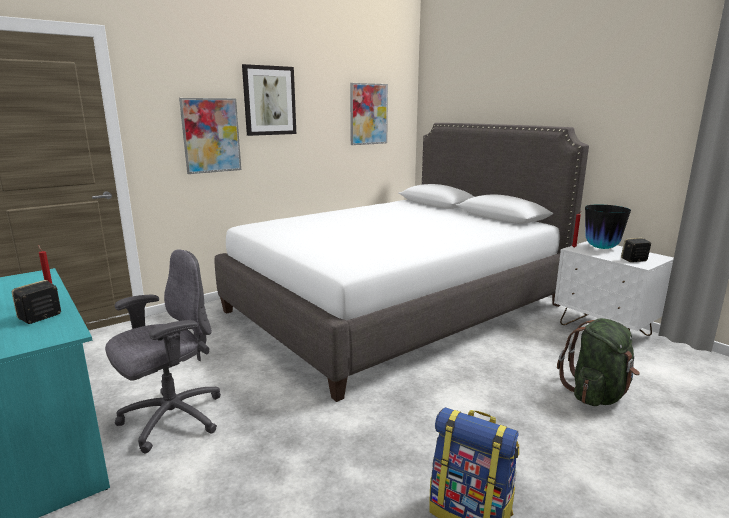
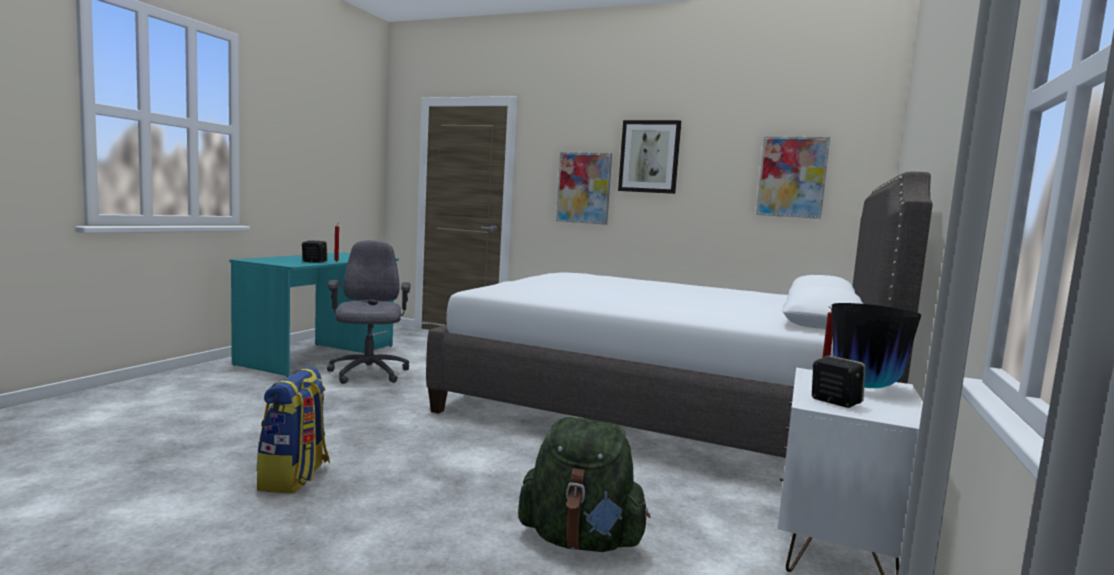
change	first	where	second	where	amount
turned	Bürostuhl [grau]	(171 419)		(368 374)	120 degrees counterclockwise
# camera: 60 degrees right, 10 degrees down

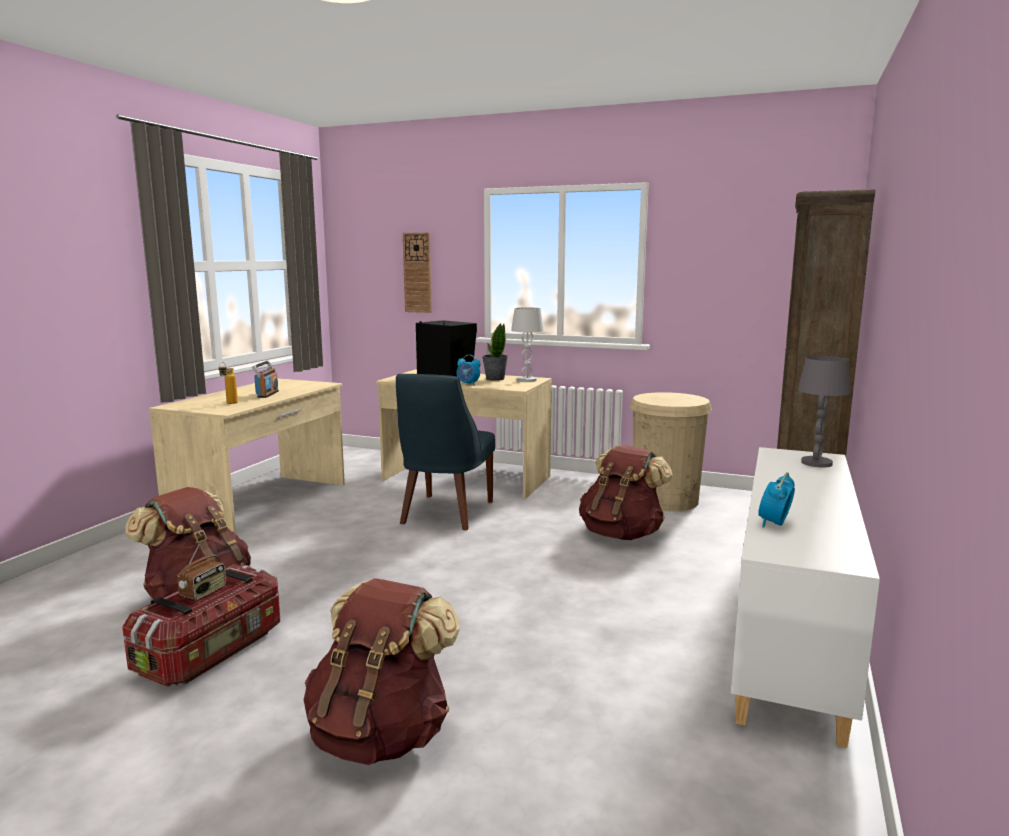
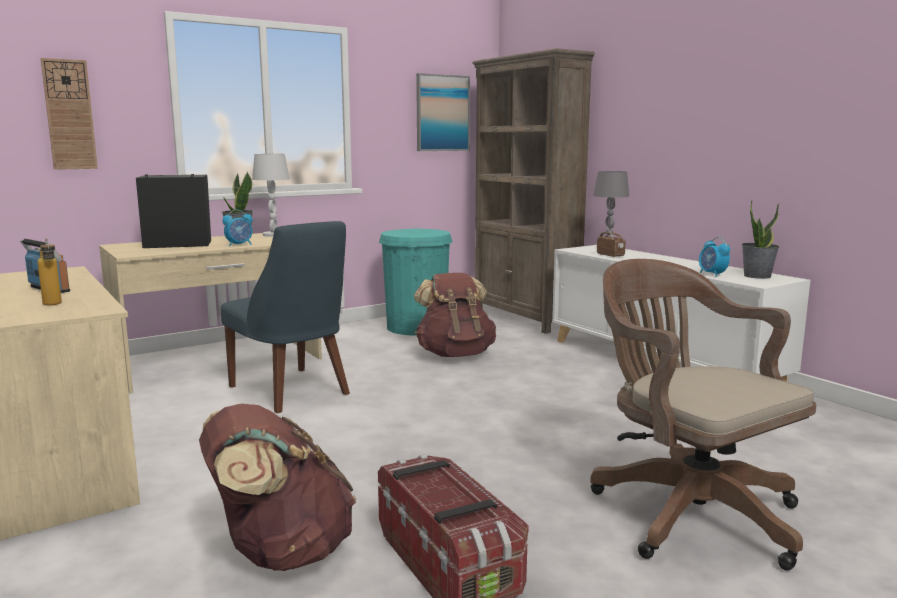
change	first	where	second	where	amount
recoloured	Mülleimer [beige]	(665 500)	Mülleimer [türkis]	(416 327)	
moved	Radio	(204 592)		(610 255)	
replaced	Rucksack [braun]	(381 735)	Bürostuhl [braun]	(687 510)	
added			Bild	(442 113)	
added			Topfpflanze	(757 276)	
# camera: 55 degrees left, 0 degrees up

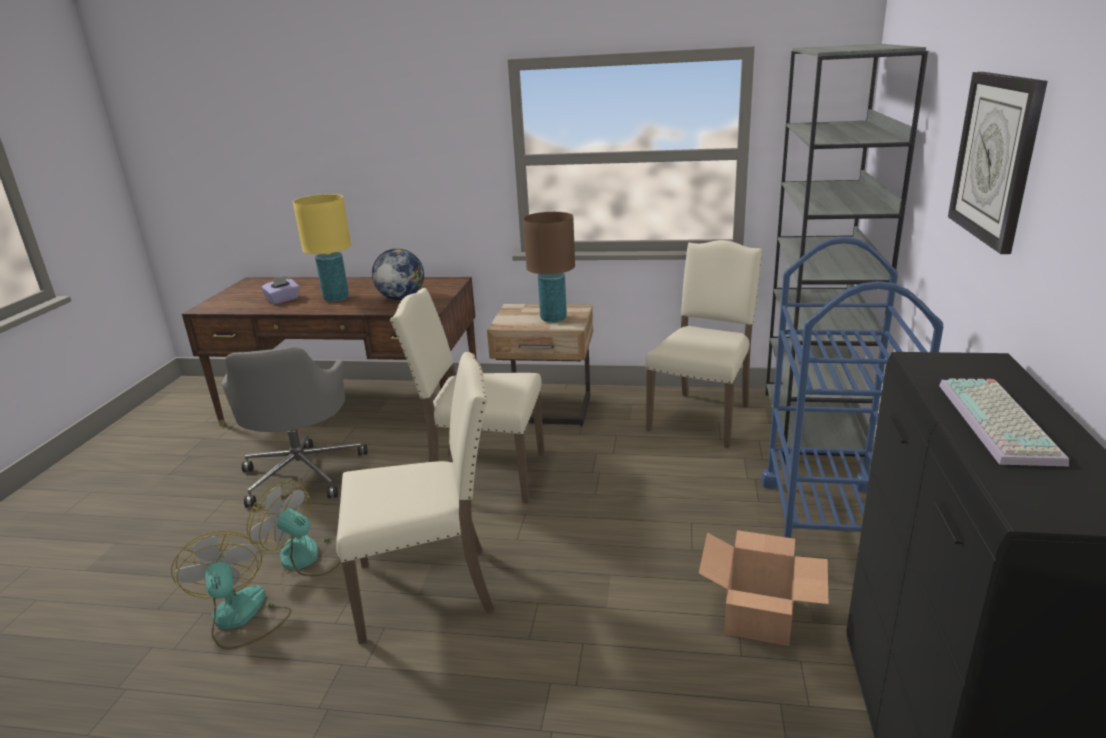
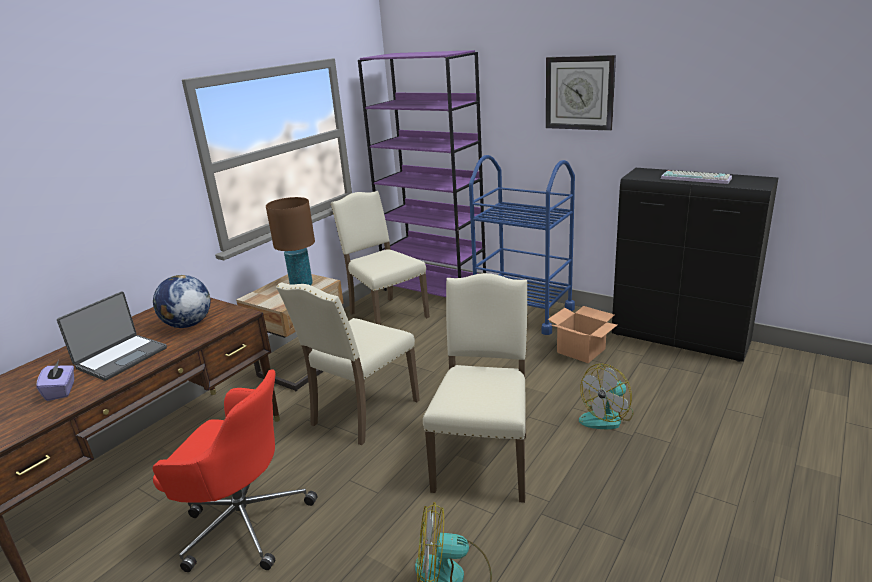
change	first	where	second	where	amount
recoloured	Bücherregal [grau]	(812 428)	Bücherregal [lila]	(435 289)	
replaced	Tischlampe [gelb]	(336 298)	Laptop	(121 358)	
recoloured	Bürostuhl [grau]	(303 473)	Bürostuhl [rot]	(243 521)	
moved	Ventilator	(308 557)		(607 417)	
# camera: 65 degrees left, 0 degrees up

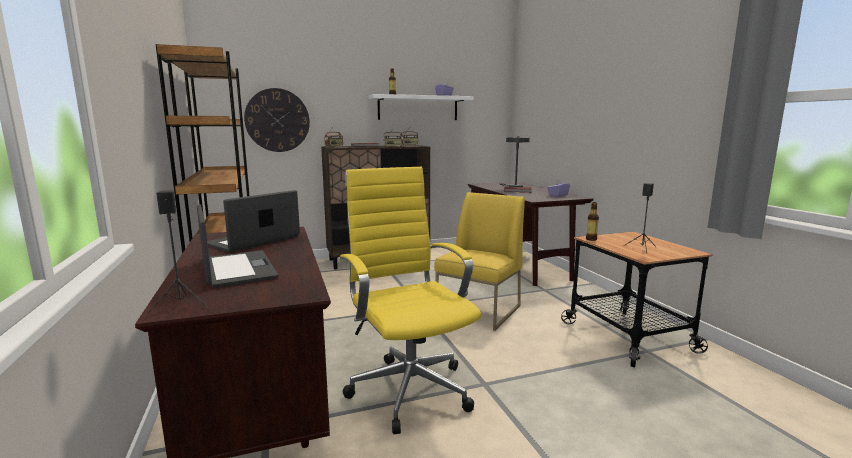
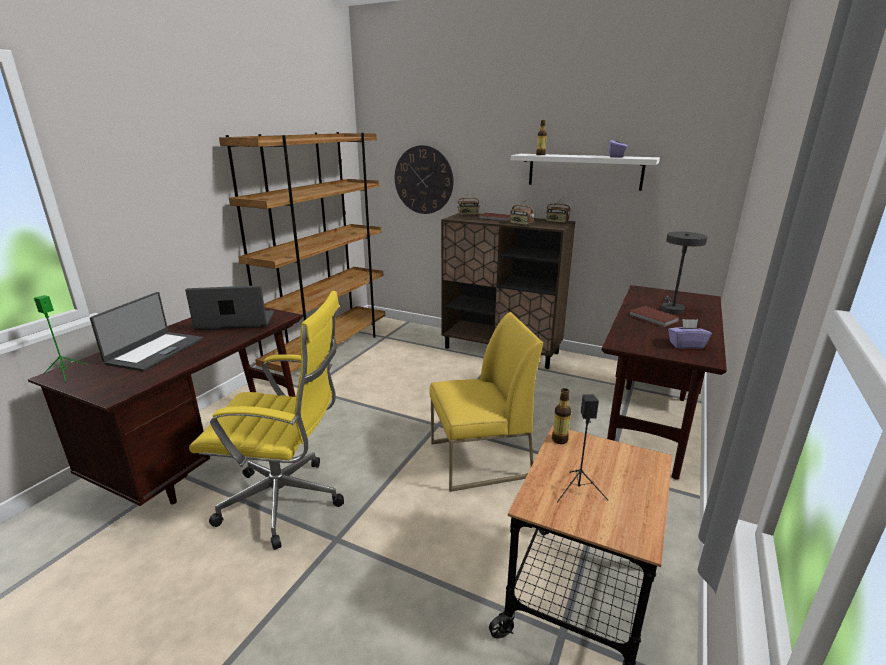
change	first	where	second	where	amount
turned	Bürostuhl [gelb]	(408 388)		(287 502)	75 degrees clockwise
recoloured	Lautsprecher [schwarz]	(181 305)	Lautsprecher [grün]	(66 373)	
# camera: 45 degrees right, 10 degrees up

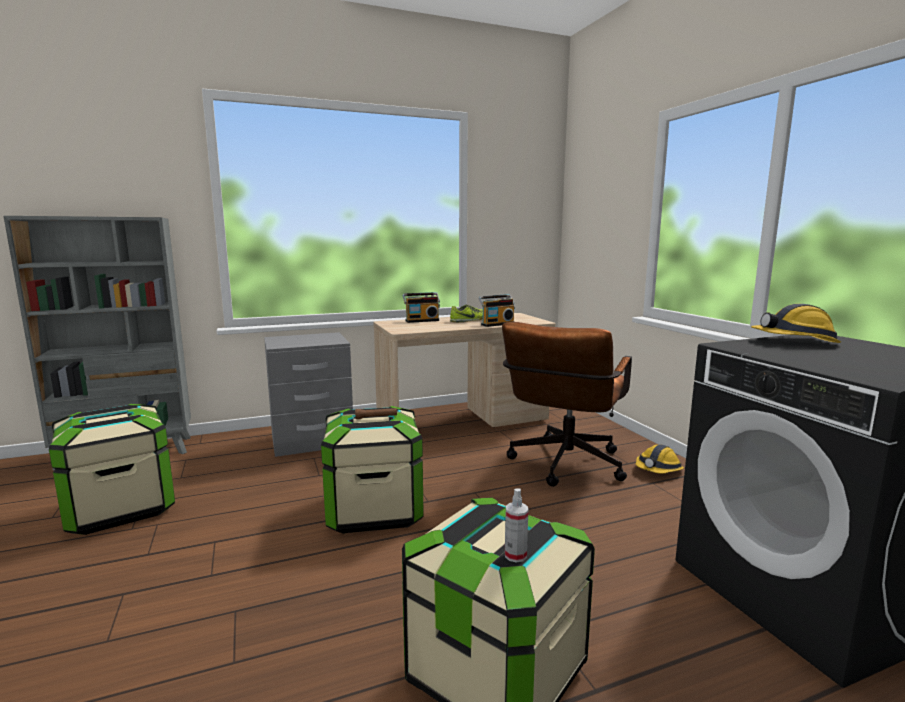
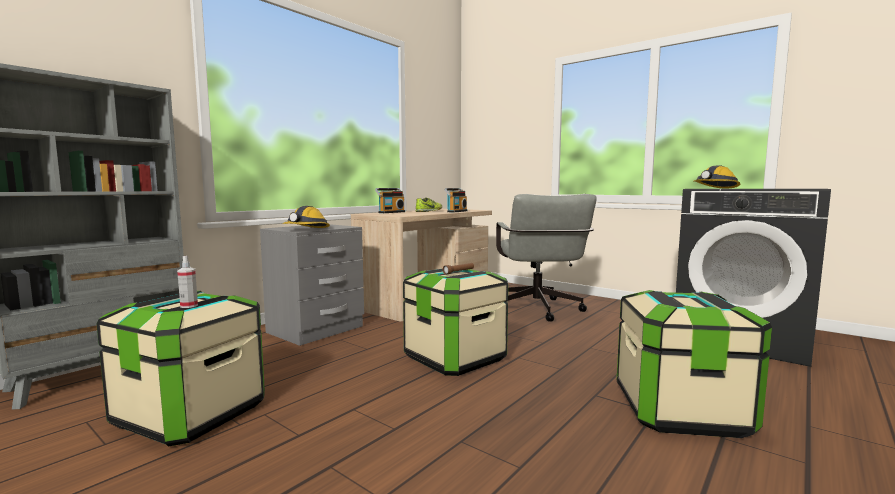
change	first	where	second	where	amount
recoloured	Bürostuhl [braun]	(563 467)	Bürostuhl [grau]	(539 311)	
moved	Schutzhelm	(658 470)		(306 229)	
moved	Sprühflasche	(515 555)		(189 306)	
# camera: 30 degrees left, 5 degrees down

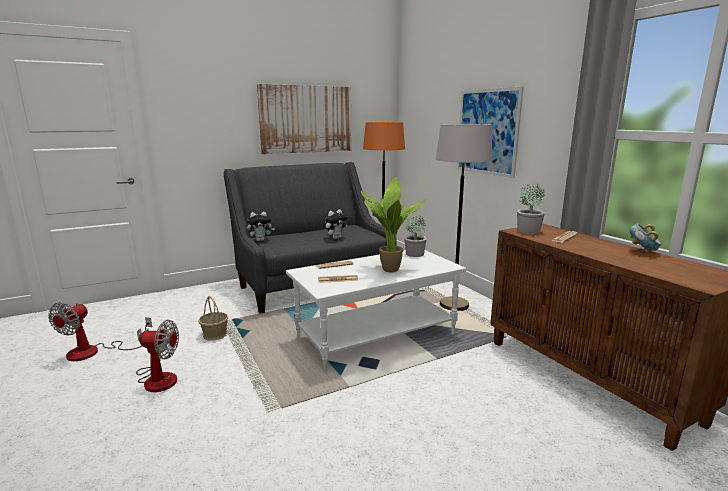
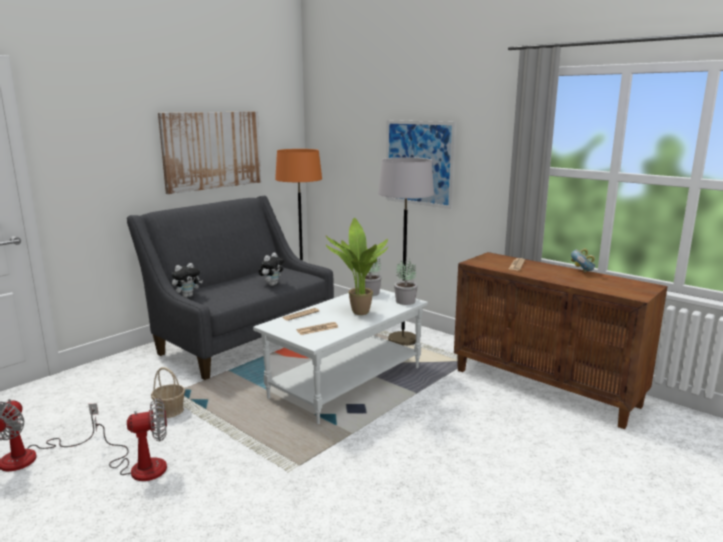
change	first	where	second	where	amount
moved	Topfpflanze	(528 231)		(405 301)	
# camera: 20 degrees left, 0 degrees up

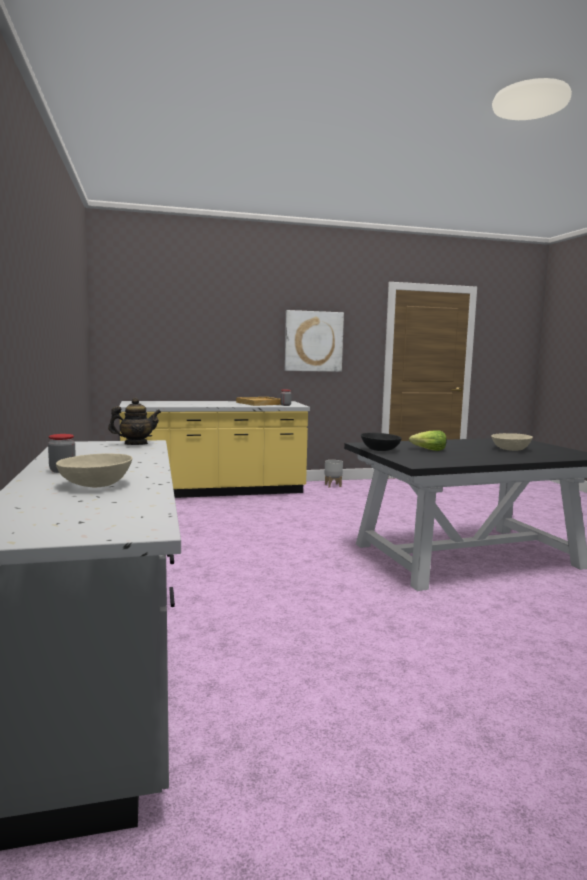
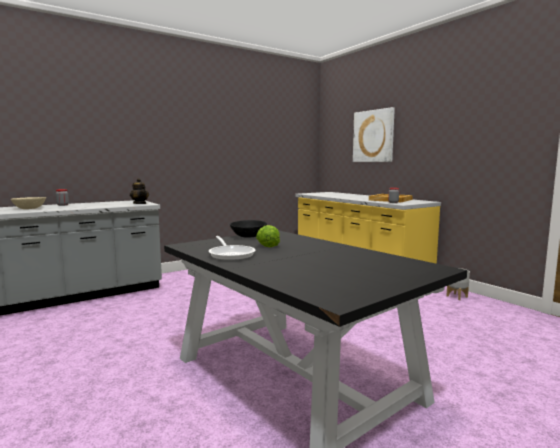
change	first	where	second	where	amount
moved	Bild	(313 341)		(373 136)	
removed	Schüssel [beige]	(510 449)			
added			Pfanne	(231 254)	
# camera: 70 degrees right, 0 degrees up

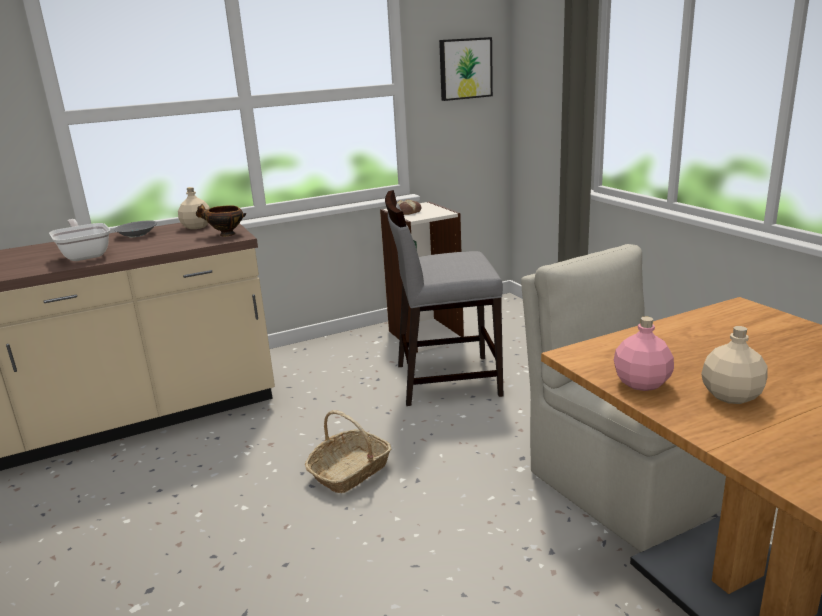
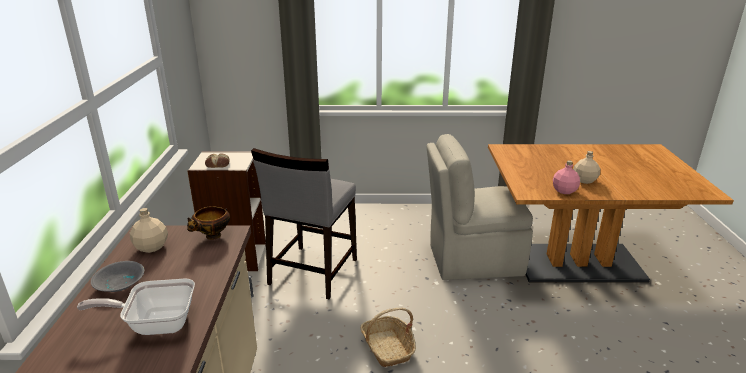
change	first	where	second	where	amount
removed	Bild	(465 68)			
# camera: 65 degrees left, 5 degrees up

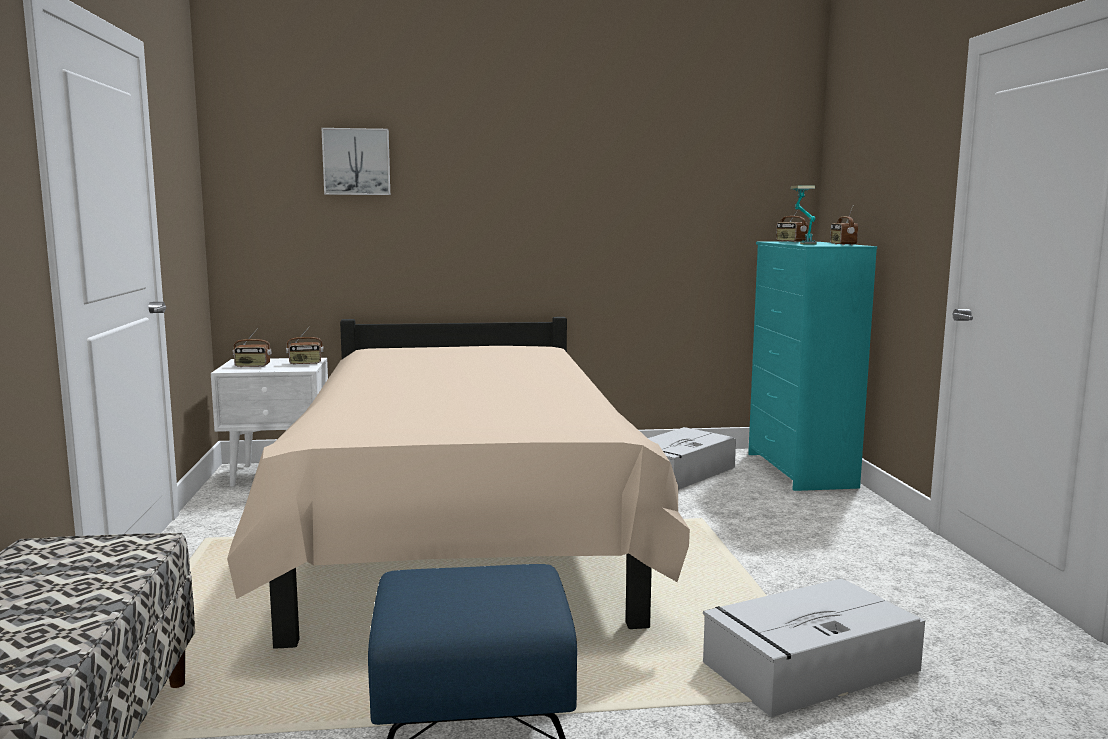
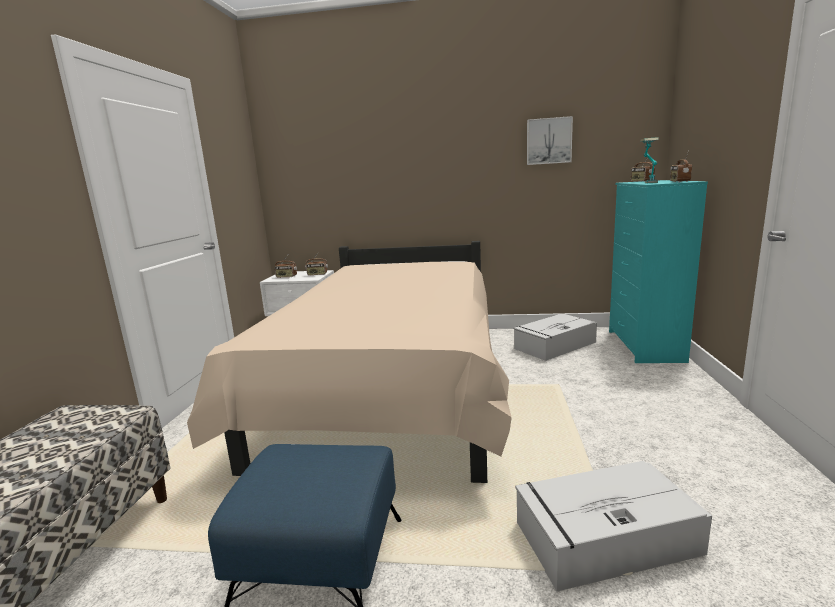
change	first	where	second	where	amount
moved	Bild	(356 162)		(548 141)	
# camera: 15 degrees right, 5 degrees up

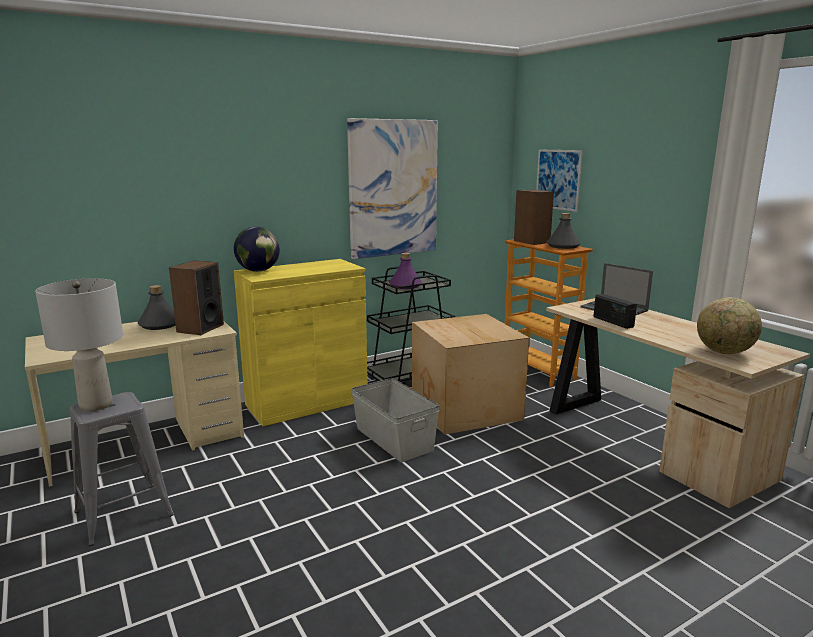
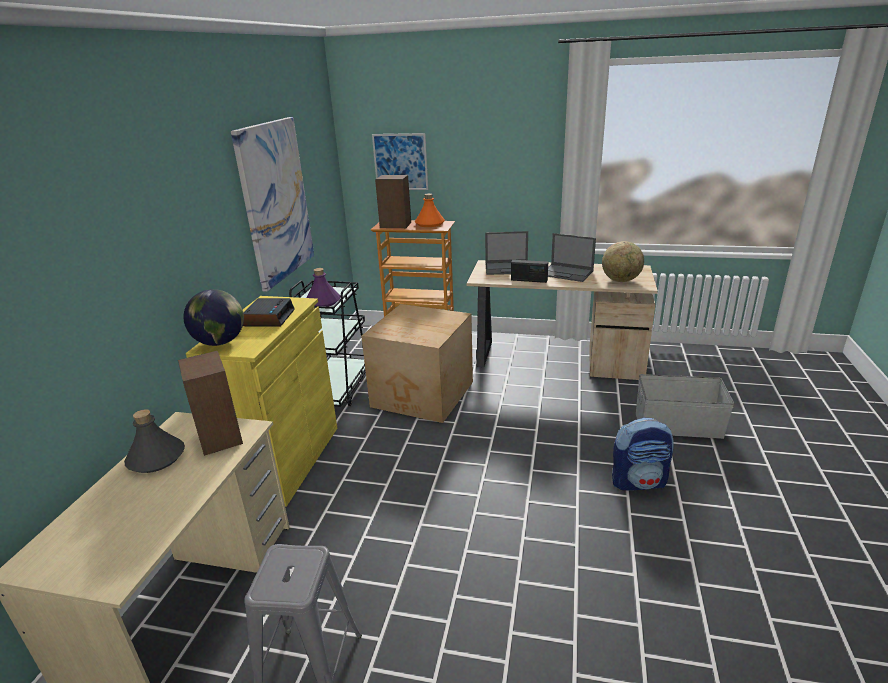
change	first	where	second	where	amount
recoloured	Flasche [grau]	(563 246)	Flasche [orange]	(430 224)	
removed	Tischlampe [grau]	(95 405)			
moved	Aufbewahrungsbox [grau]	(393 439)		(678 425)	
added			Laptop	(567 273)	
added			Wecker	(269 318)	
added			Rucksack	(639 481)	
# camera: 45 degrees left, 10 degrees up

